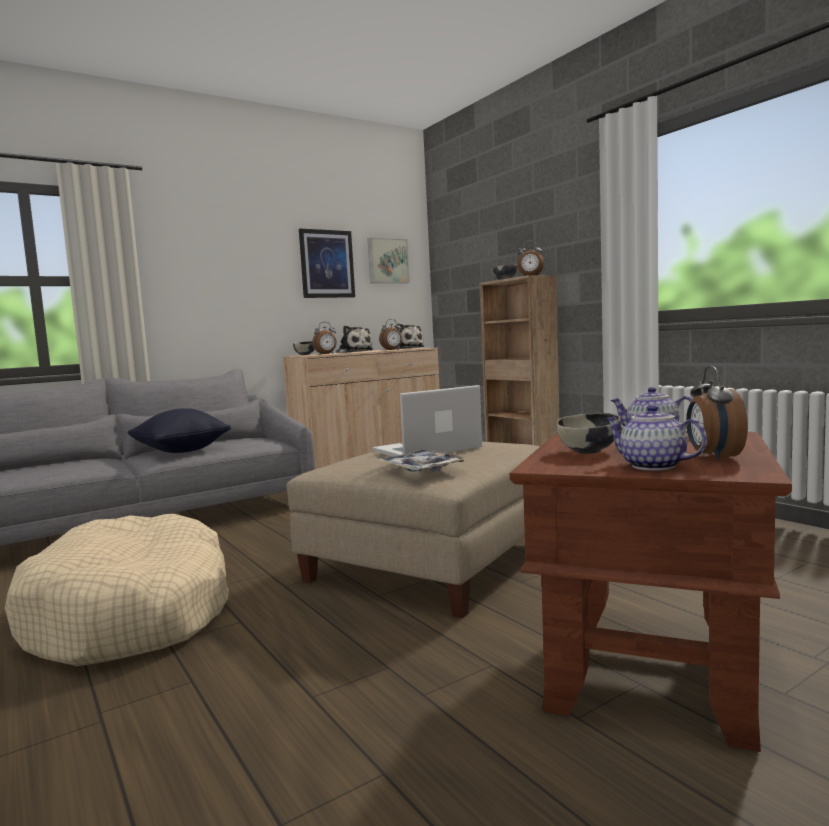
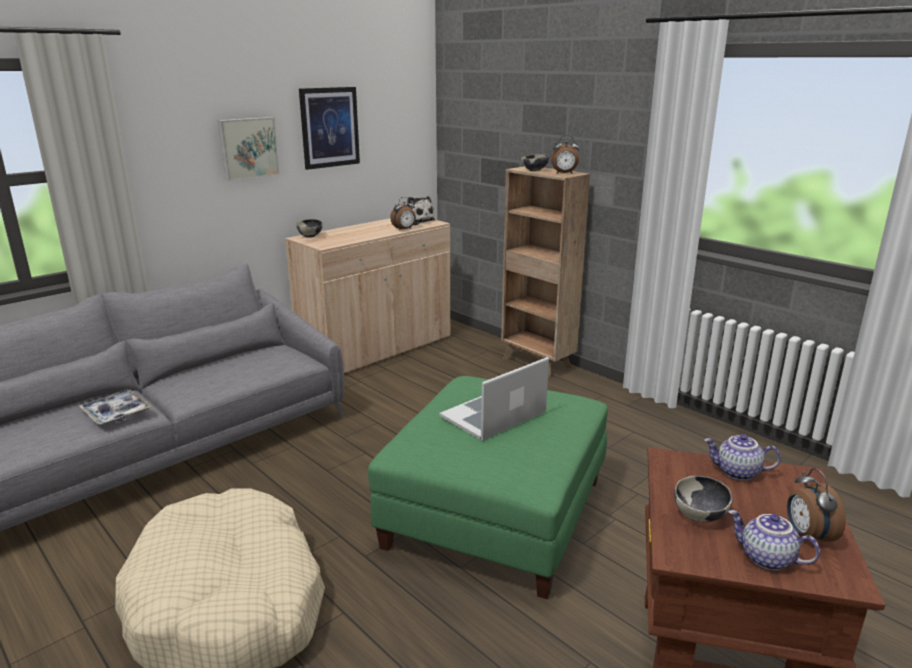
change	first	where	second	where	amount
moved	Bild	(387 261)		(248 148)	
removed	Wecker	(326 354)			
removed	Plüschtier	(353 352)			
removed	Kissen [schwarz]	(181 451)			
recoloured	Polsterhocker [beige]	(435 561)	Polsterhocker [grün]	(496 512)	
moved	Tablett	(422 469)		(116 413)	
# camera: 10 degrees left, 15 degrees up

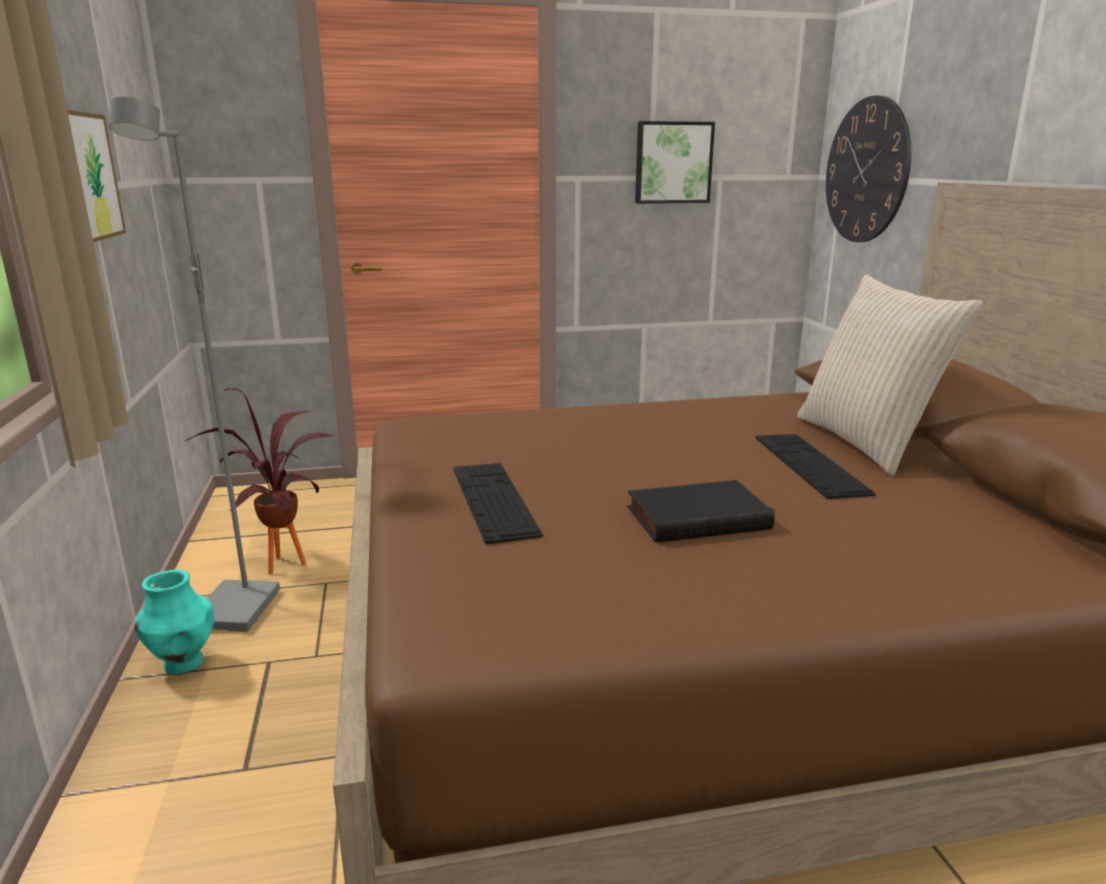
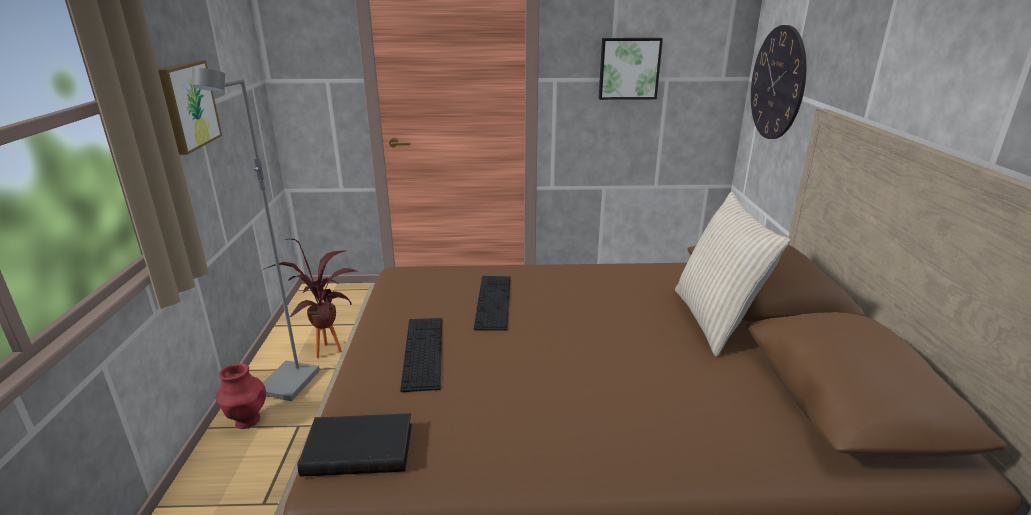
change	first	where	second	where	amount
moved	Tastatur	(809 464)		(493 301)	
moved	Buch [schwarz]	(697 517)		(360 447)	
recoloured	Vase [türkis]	(183 664)	Vase [rot]	(247 421)	
# camera: 10 degrees right, 5 degrees up

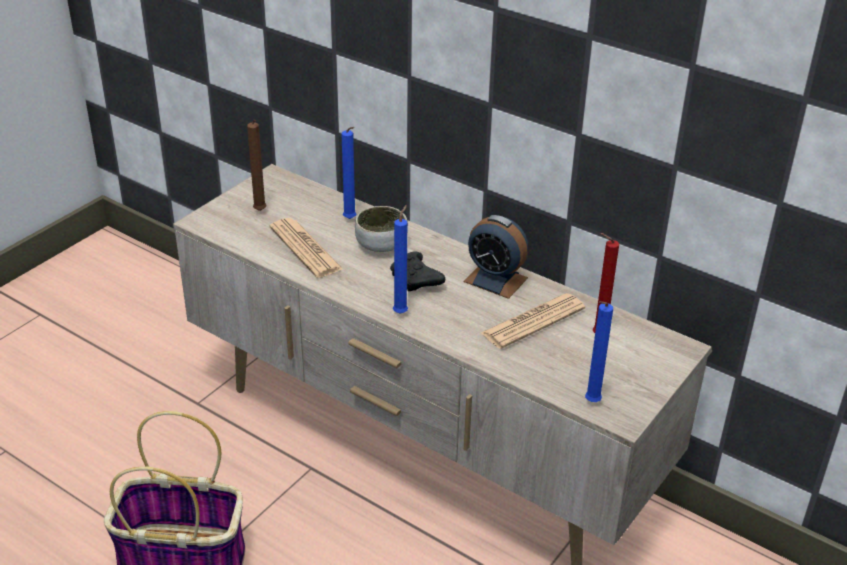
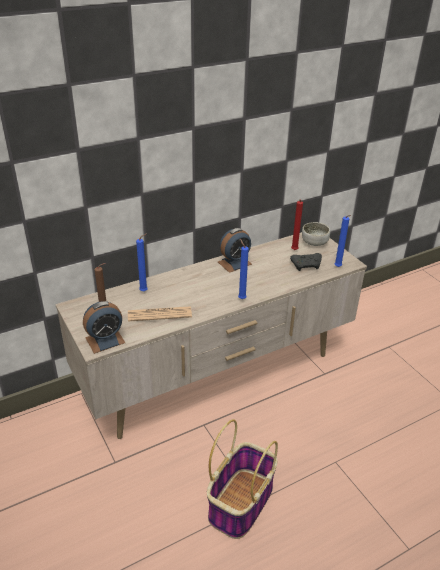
change	first	where	second	where	amount
moved	Schüssel	(381 245)		(314 242)	
moved	Gamepad [schwarz]	(416 280)		(307 265)	
removed	Zeitung	(533 321)			
added			Wecker	(105 340)	
# camera: 65 degrees left, 0 degrees up

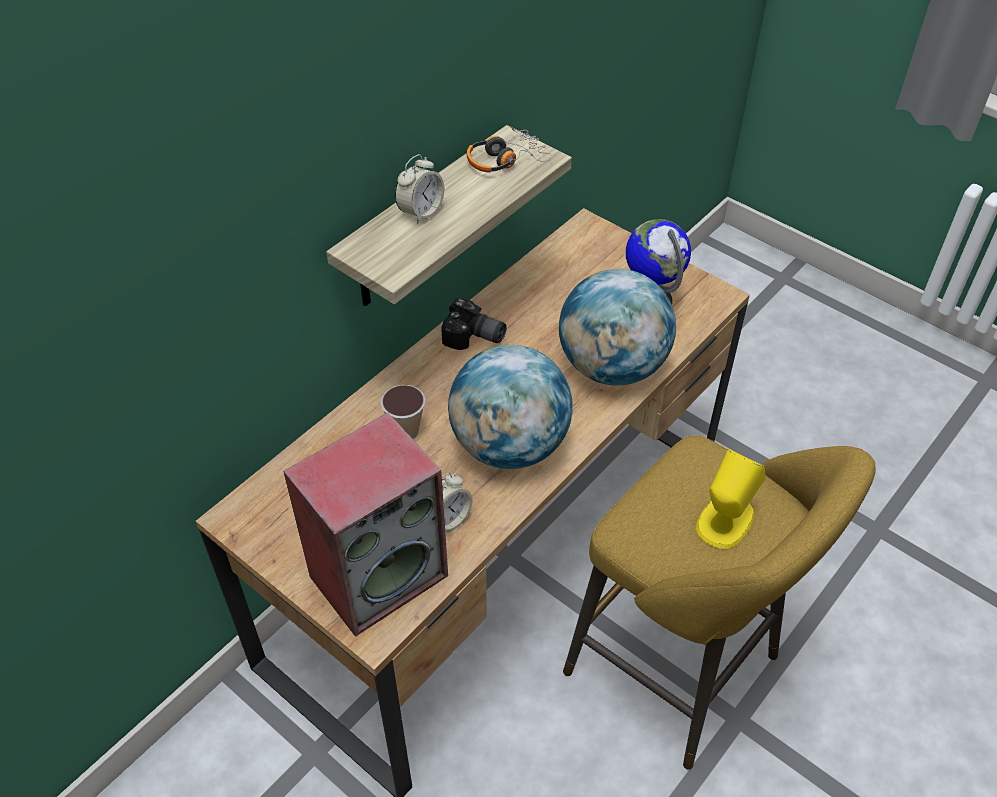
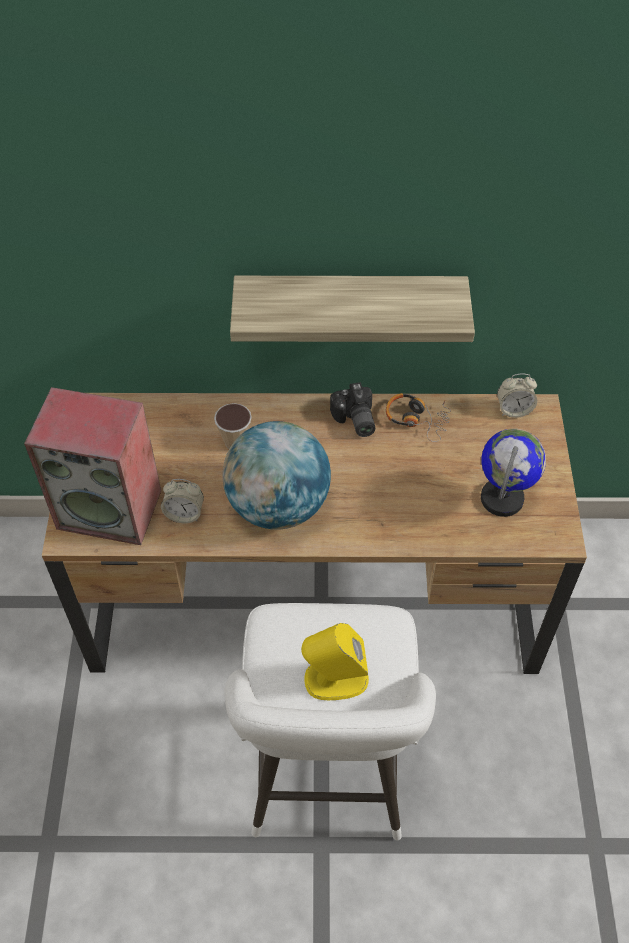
change	first	where	second	where	amount
moved	Kopfhörer	(505 159)		(417 419)	
moved	Wecker	(421 212)		(513 409)	
removed	Globus	(612 367)			
recoloured	Hocker [gelb]	(681 672)	Hocker [weiß]	(327 779)	
# camera: 50 degrees right, 5 degrees up

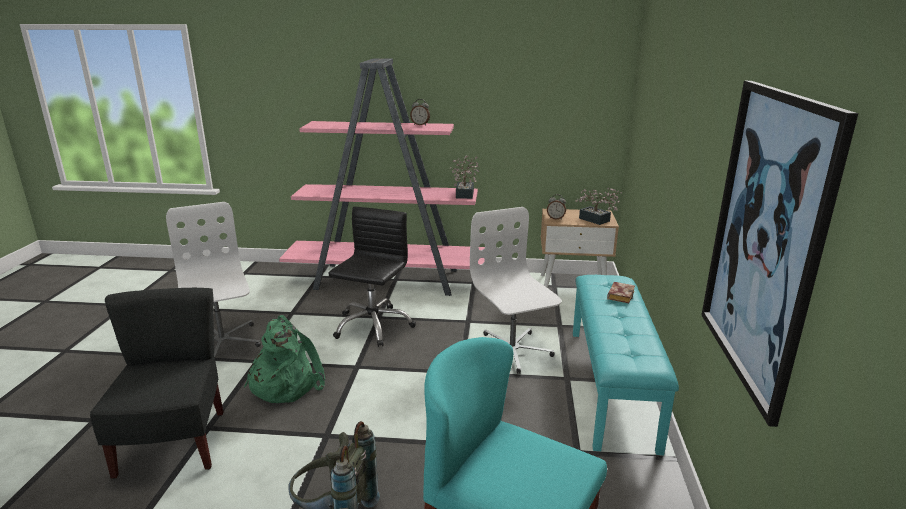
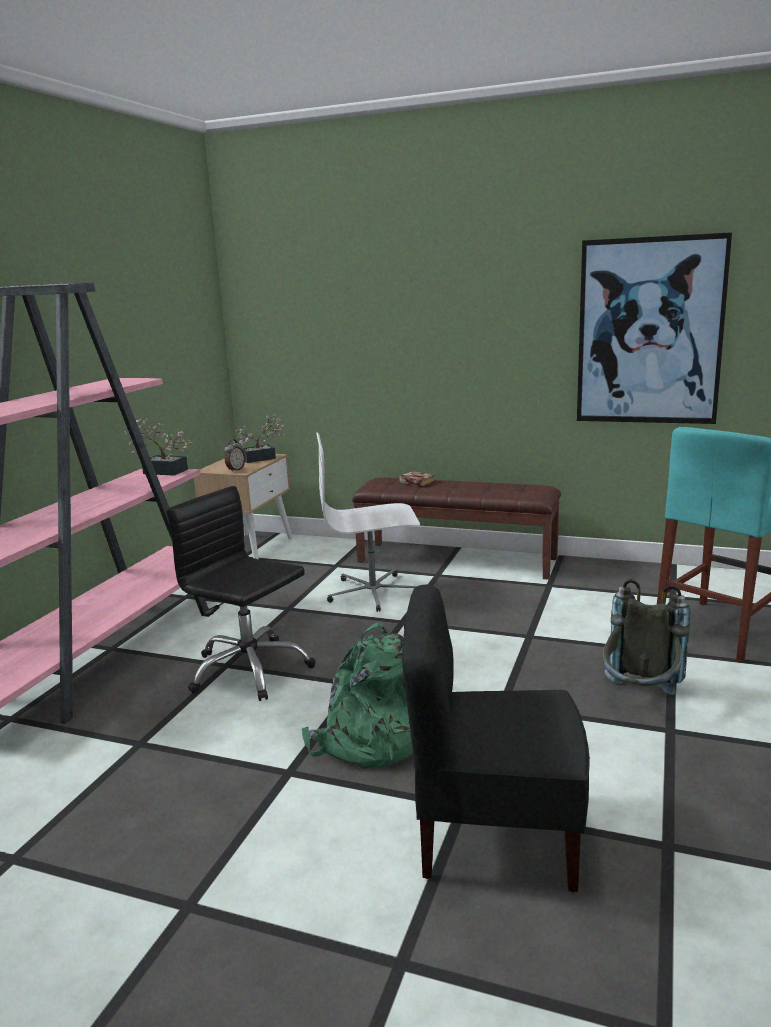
change	first	where	second	where	amount
removed	Wecker	(420 124)			
removed	Bürostuhl [weiß]	(222 343)			
recoloured	Bank [türkis]	(612 385)	Bank [braun]	(457 560)	
# camera: 75 degrees left, 5 degrees down

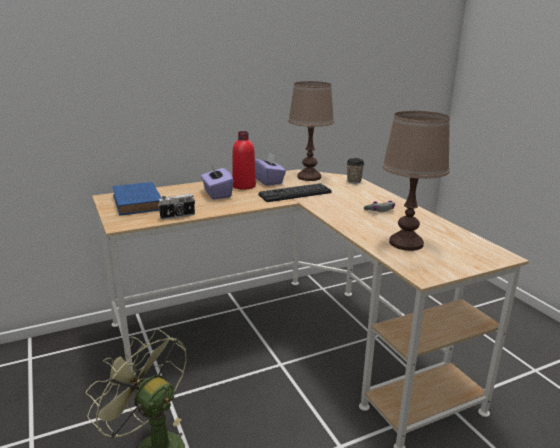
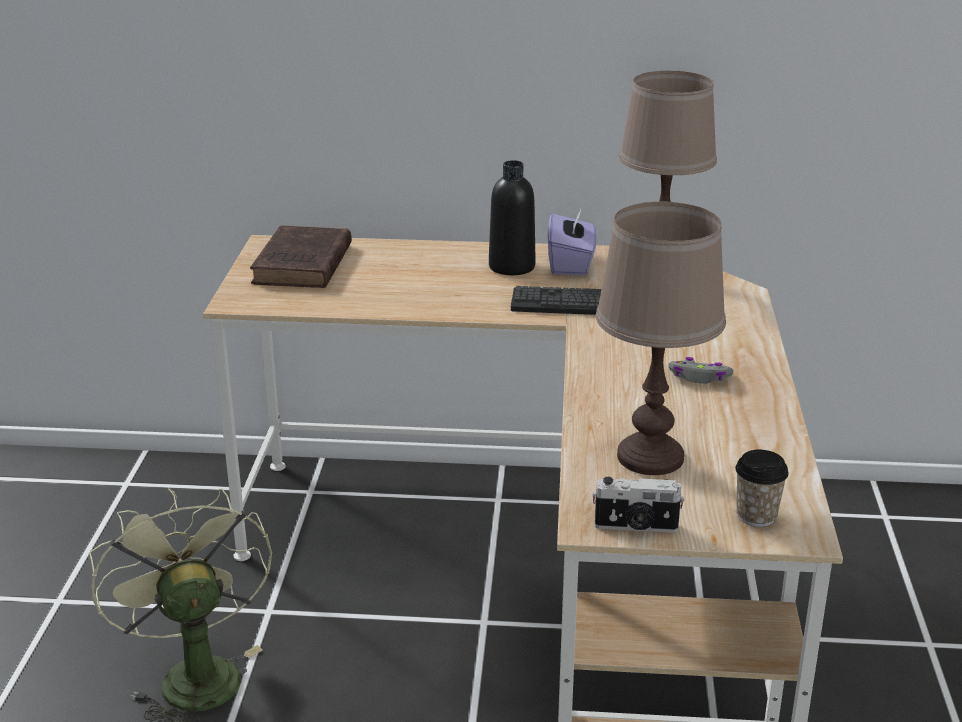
change	first	where	second	where	amount
recoloured	Flasche [rot]	(244 186)	Flasche [schwarz]	(511 267)	
moved	Tasse	(354 181)		(756 516)	
removed	Taschentuchbox [lila]	(217 194)			
recoloured	Buch [blau]	(138 203)	Buch [braun]	(302 266)	
moved	Kamera	(178 216)		(636 527)	
# camera: 30 degrees right, 5 degrees up

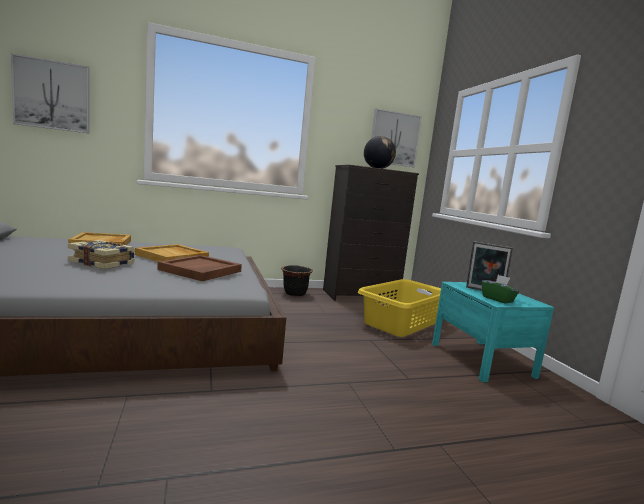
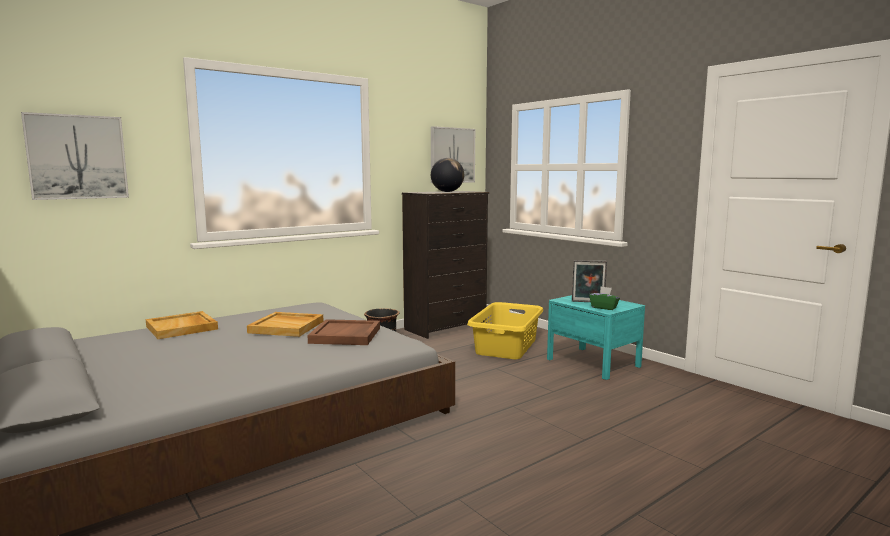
change	first	where	second	where	amount
removed	Buch	(103 263)			
# camera: 20 degrees left, 0 degrees up

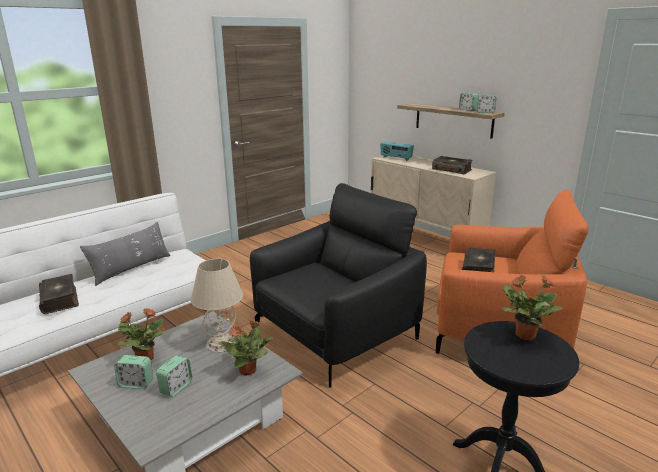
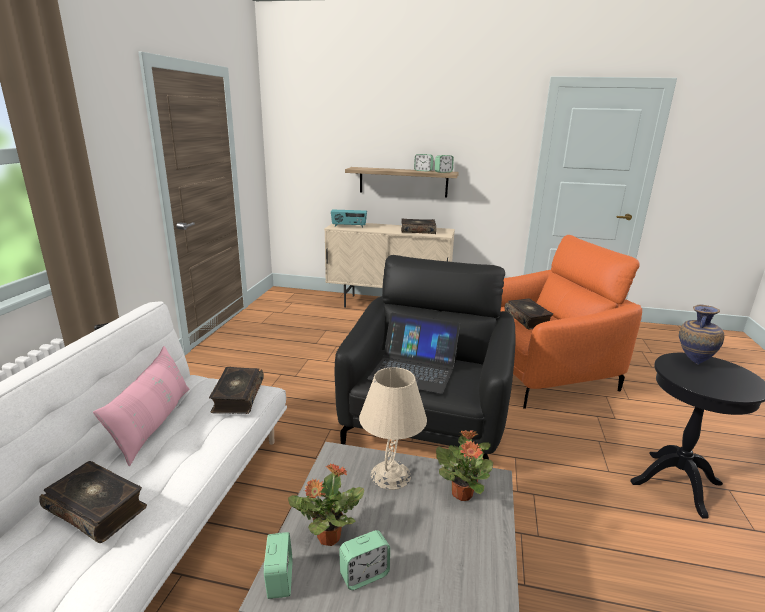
change	first	where	second	where	amount
recoloured	Kissen [grau]	(131 268)	Kissen [rosa]	(154 423)	
replaced	Topfpflanze	(524 335)	Vase	(692 362)	
moved	Wecker	(176 387)		(280 580)	
added			Laptop	(414 369)	
added			Buch	(237 397)	
# camera: 35 degrees left, 0 degrees up

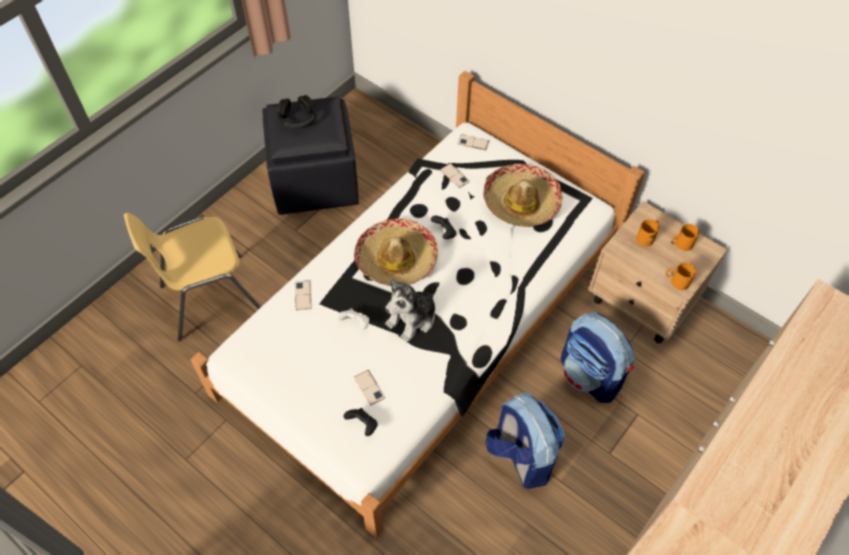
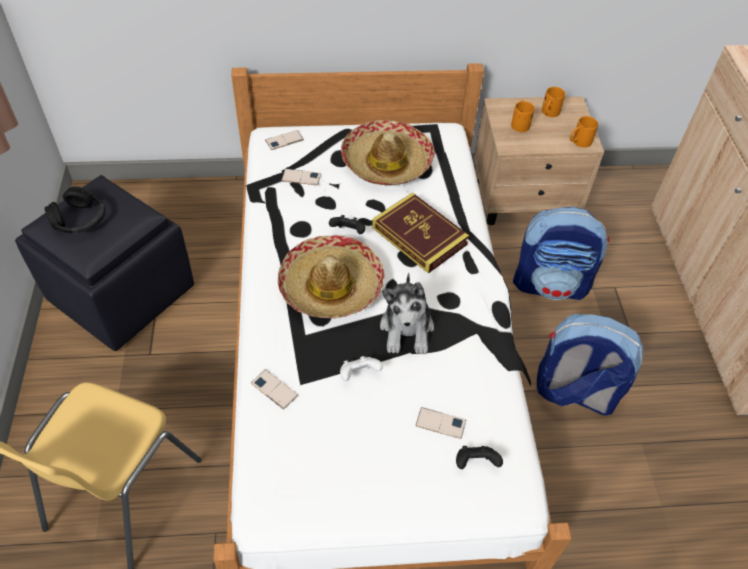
change	first	where	second	where	amount
added			Buch	(419 236)	
# camera: 45 degrees left, 5 degrees down

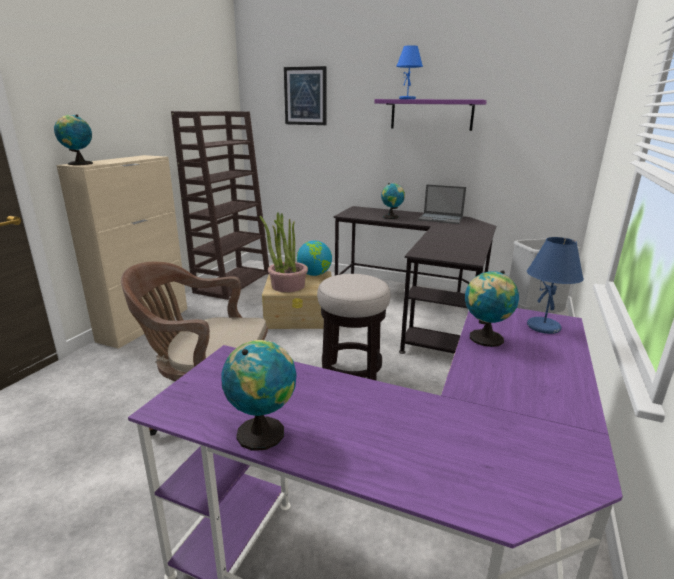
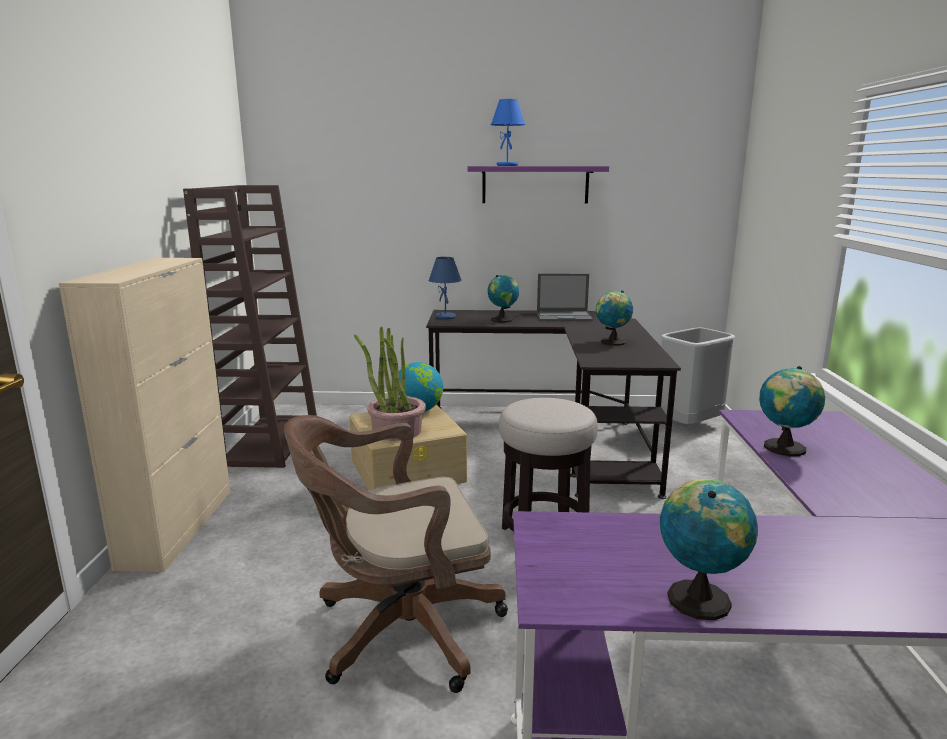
change	first	where	second	where	amount
removed	Bild	(305 96)			
moved	Globus	(79 163)		(611 342)	
moved	Tischlampe [blau]	(544 327)		(446 317)	
# camera: 20 degrees left, 5 degrees down

